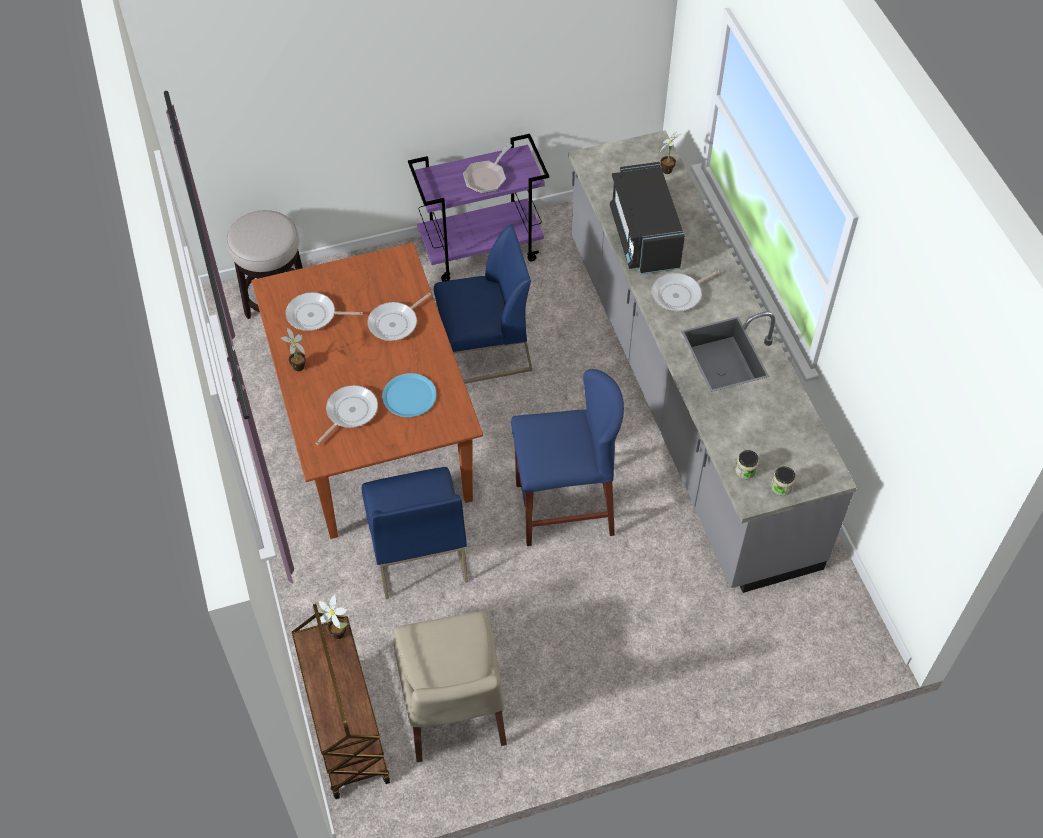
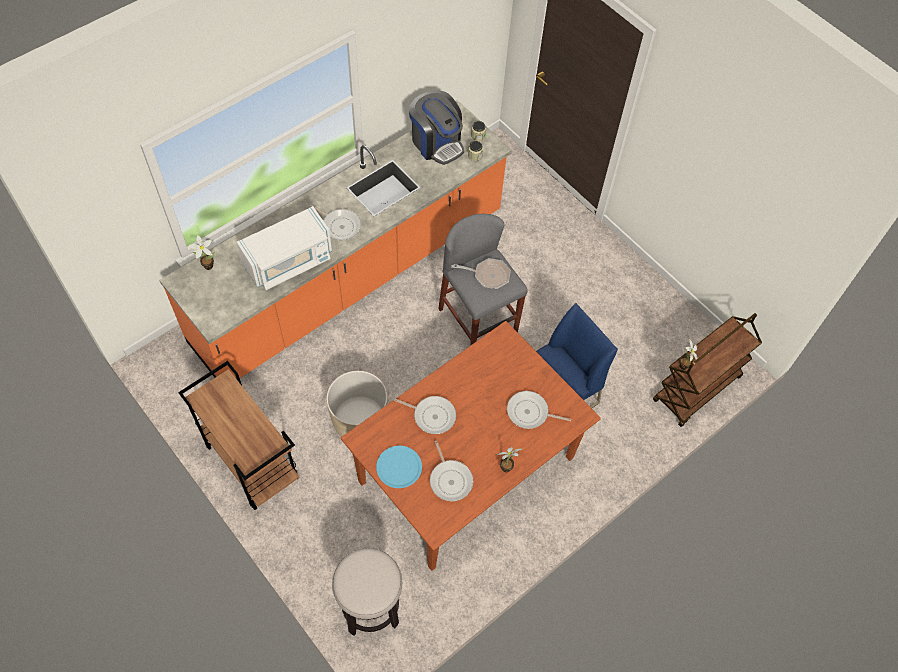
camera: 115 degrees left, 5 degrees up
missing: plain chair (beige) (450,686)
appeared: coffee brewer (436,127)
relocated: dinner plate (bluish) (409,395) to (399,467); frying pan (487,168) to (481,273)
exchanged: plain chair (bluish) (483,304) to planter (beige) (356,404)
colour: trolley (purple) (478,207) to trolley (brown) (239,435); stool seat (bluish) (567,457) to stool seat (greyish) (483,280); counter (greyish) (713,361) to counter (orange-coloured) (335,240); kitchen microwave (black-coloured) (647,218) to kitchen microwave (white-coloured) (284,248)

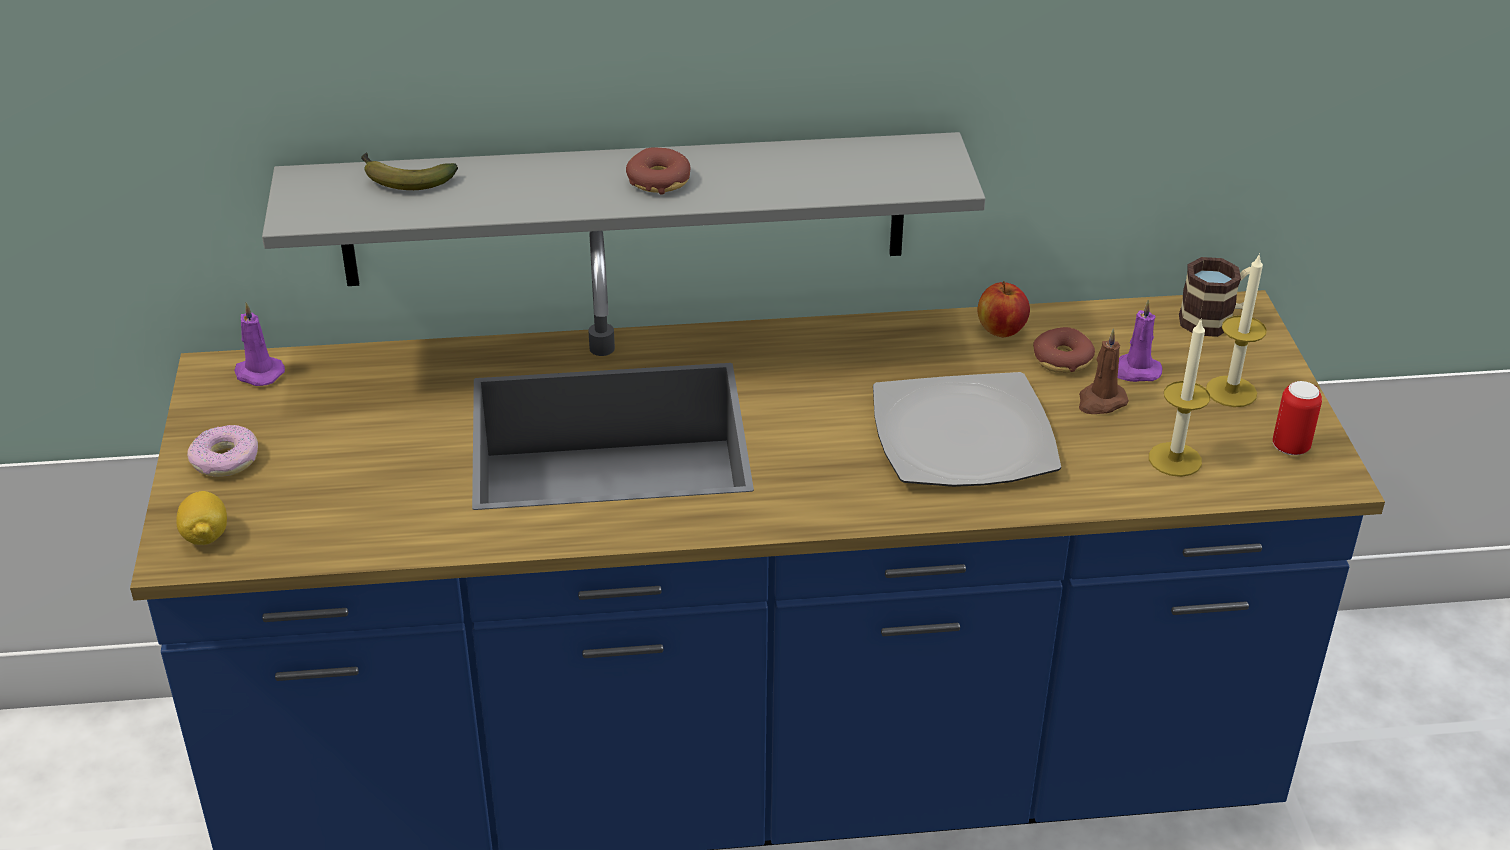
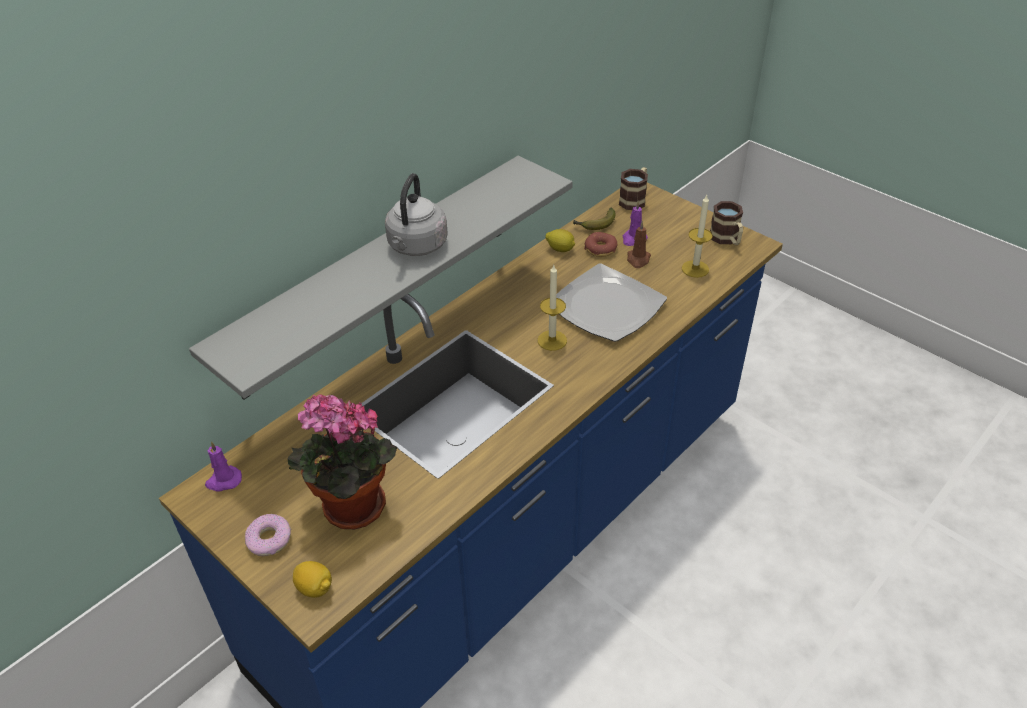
camera: 40 degrees left, 5 degrees up
appeared: plant in a pot (342,462)
relocated: whole banana (409,171) to (594,219); candle (1236,330) to (552,308)
exchanged: ring doughnut (658,171) to tea kettle (greyish) (416,214); apple fruit (1004,309) to citrus fruit (560,240); sealed can (1297,418) to mug (726,223)

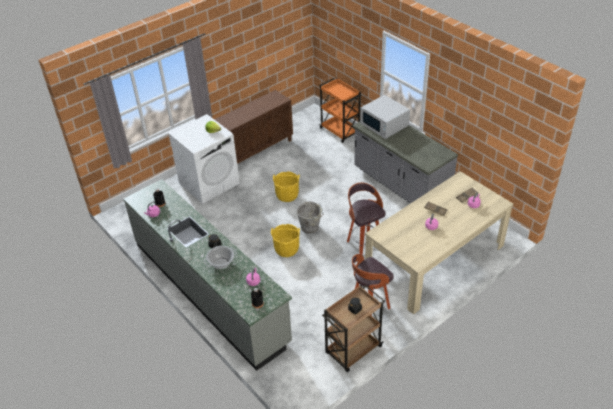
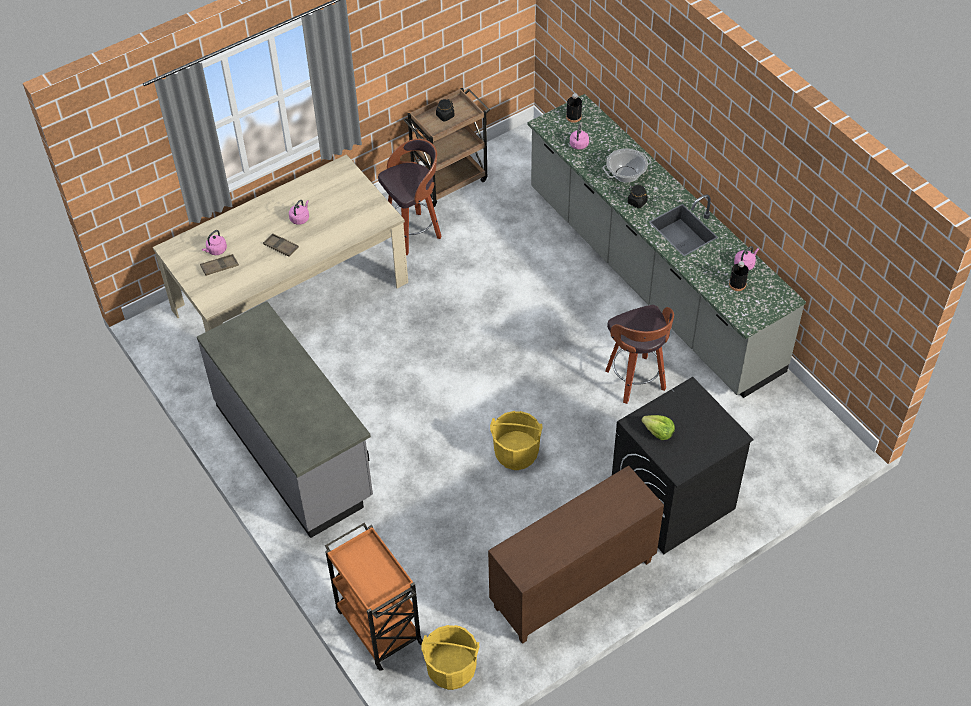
camera: 175 degrees left, 10 degrees up
missing: water bucket (greyish) (310,218); kitchen microwave (white-coloured) (385,117)
relocated: water bucket (yellow) (285,240) to (450,657); stool seat (366,219) to (639,354)
colour: laundry appliance (white-coloured) (204,159) to laundry appliance (black-coloured) (683,465)

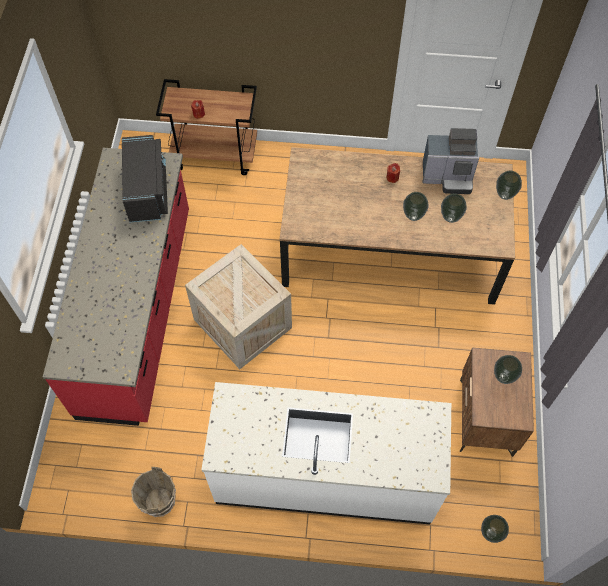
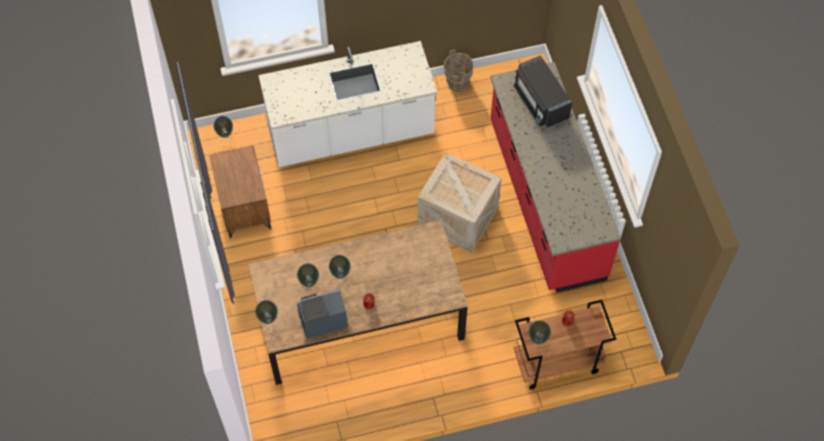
camera: 160 degrees right, 0 degrees up
relocated: kitchen microwave (black-coloured) (145,178) to (543,91); decorative vase (508,369) to (540,332)

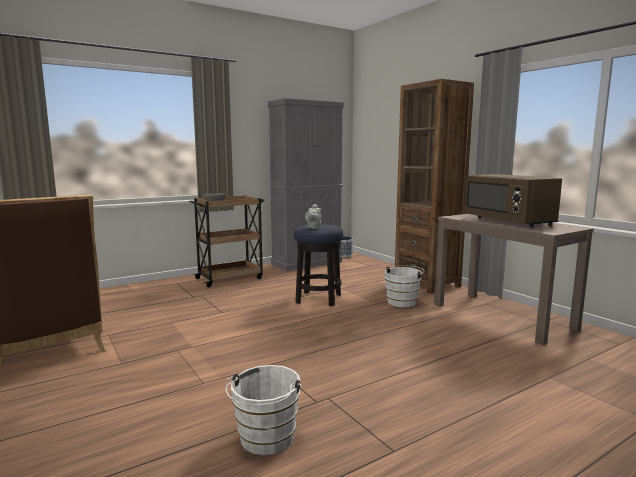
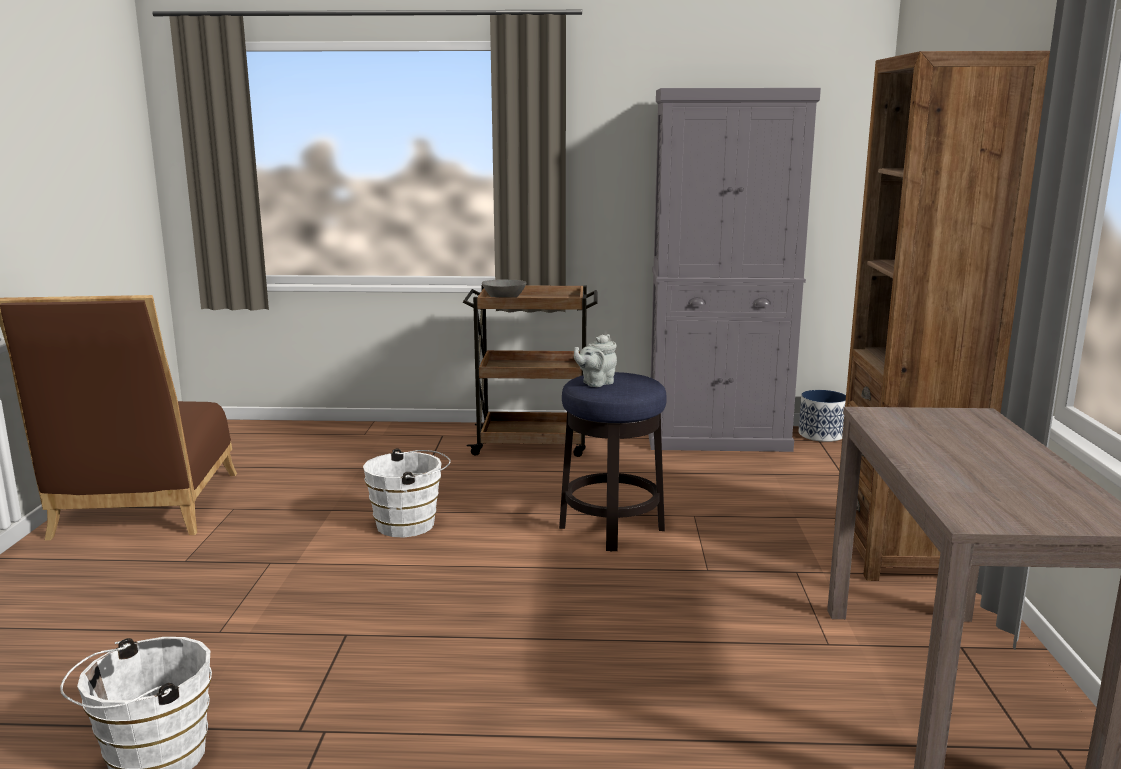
camera: 35 degrees right, 5 degrees up
missing: kitchen microwave (brown) (513,201)
relocated: water bucket (white-coloured) (405,286) to (407,493)

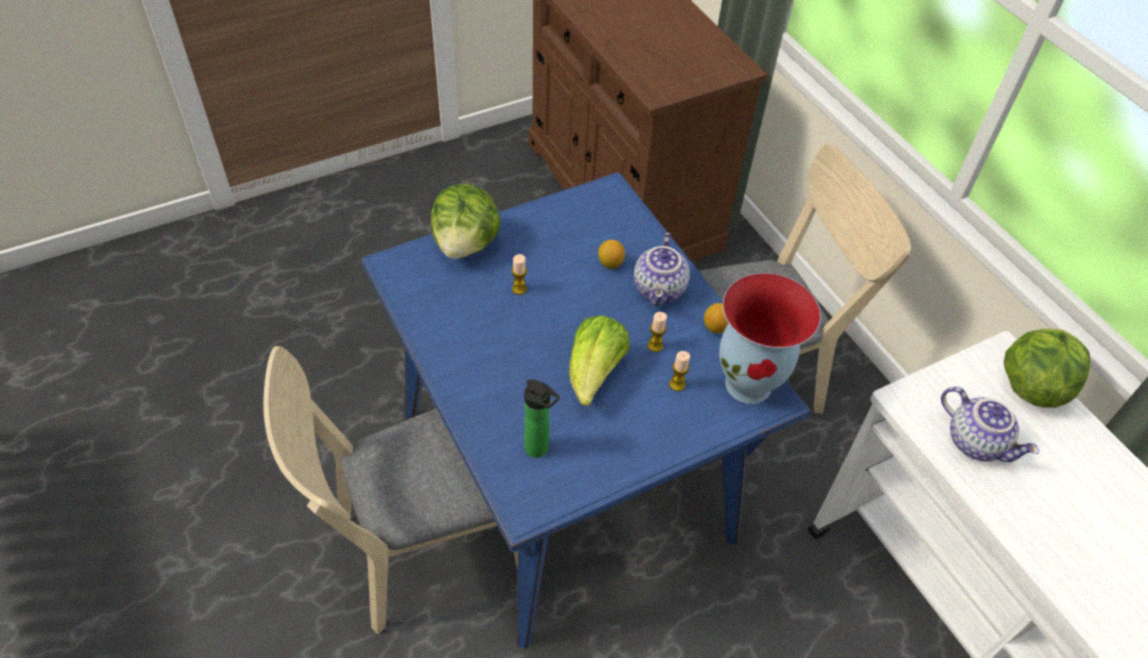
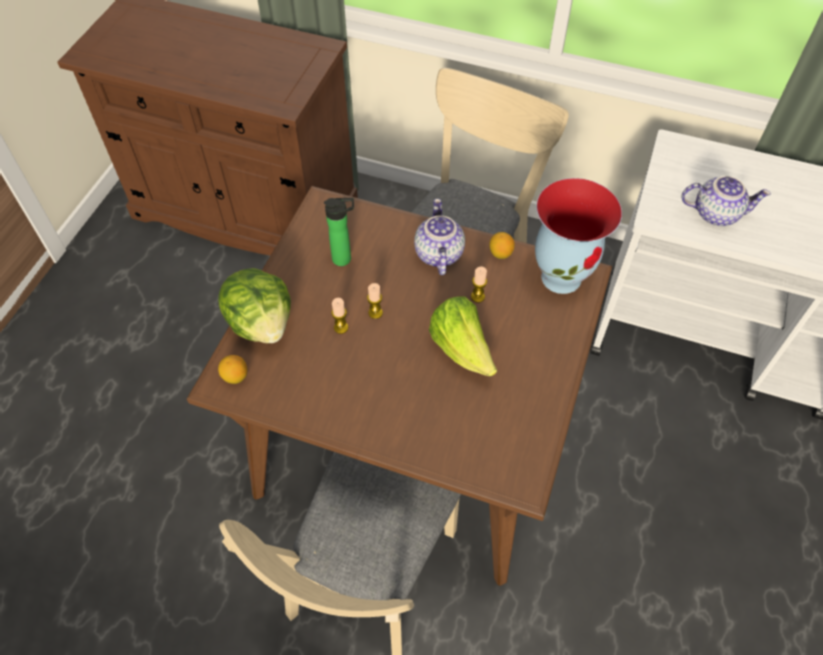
camera: 40 degrees left, 5 degrees up
missing: head of lettuce (1047,368)
relocated: bottle (542,419) to (339,232); citrus fruit (611,254) to (232,369); candle (679,371) to (375,301)
colour: dinner table (bluish) (585,410) to dinner table (brown) (399,386)
spun: pot for tea (662,269) = (439,236) 150 degrees counterclockwise

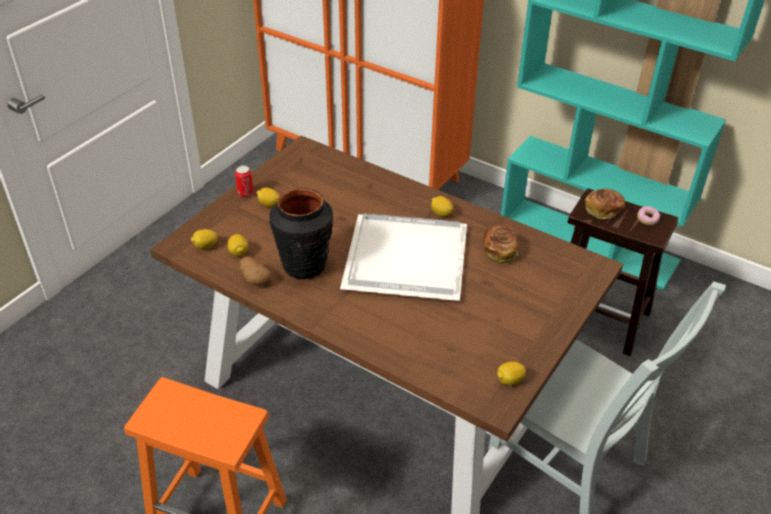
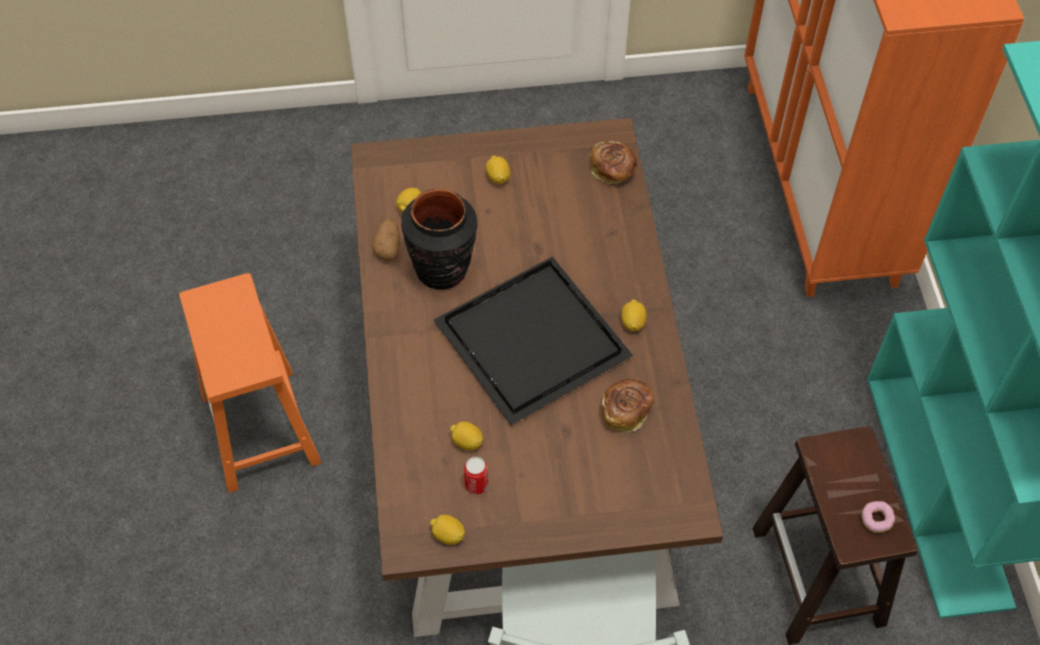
camera: 50 degrees right, 15 degrees up
relocated: citrus fruit (204,239) to (466,435); sealed can (244,181) to (476,476); bakery bread (605,204) to (613,162)
colour: serving tray (white-coloured) (403,257) to serving tray (black-coloured) (533,340)

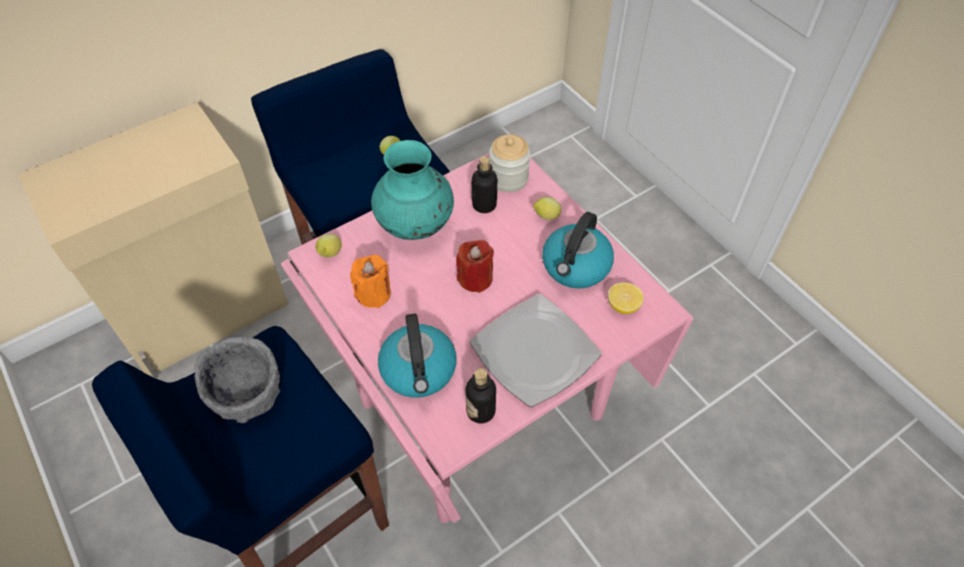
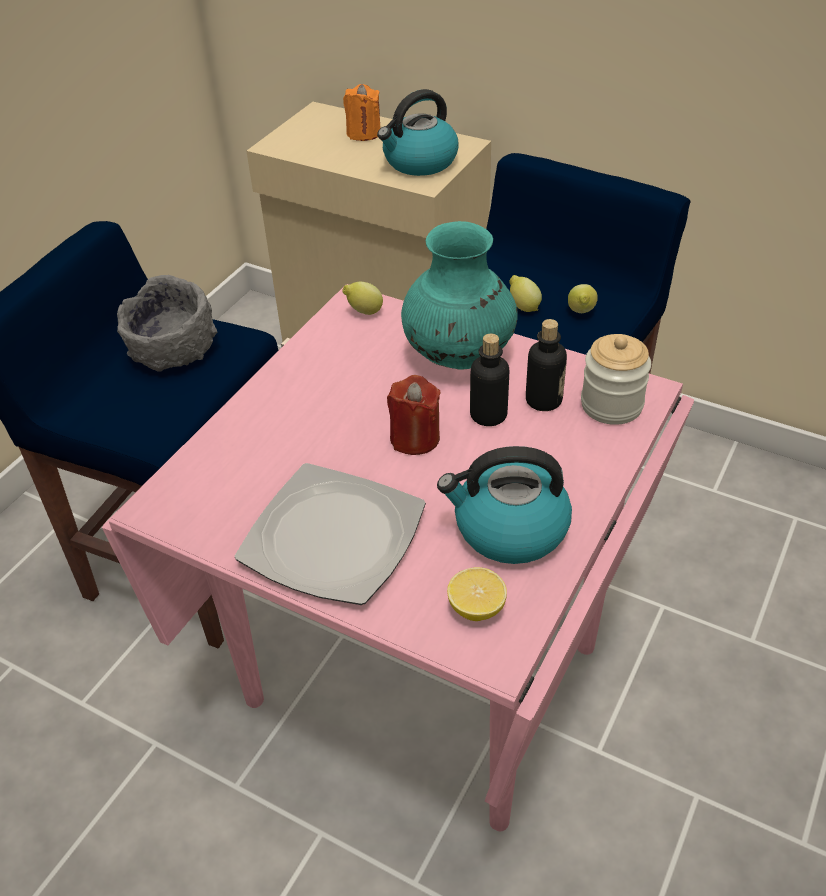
camera: 65 degrees right, 10 degrees down
relocated: candle (orange-coloured) (370,281) to (361,112); tea kettle (417,355) to (417,132); bottle (480,395) to (489,380); citrus fruit (547,208) to (525,293)

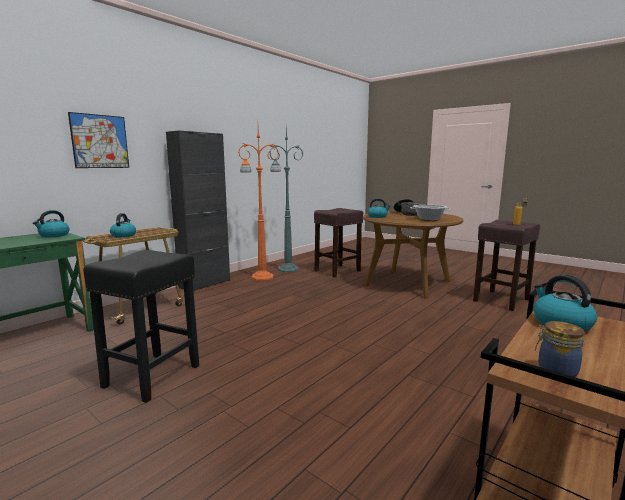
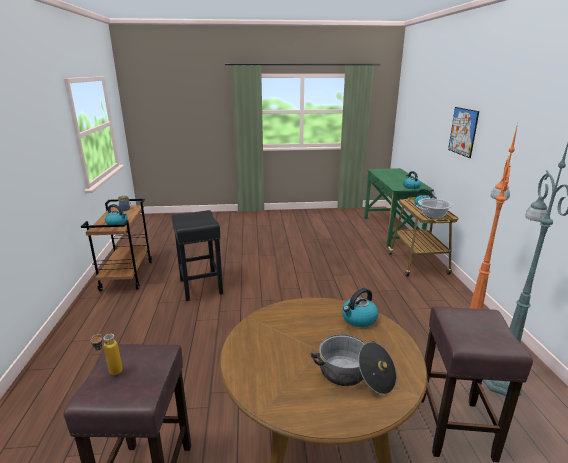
camera: 135 degrees right, 10 degrees up
missing: storage cabinet (black-coloured) (198,211)
relocated: stool seat (black-coloured) (141,326) to (197,255); stockpot (430,213) to (434,208)

